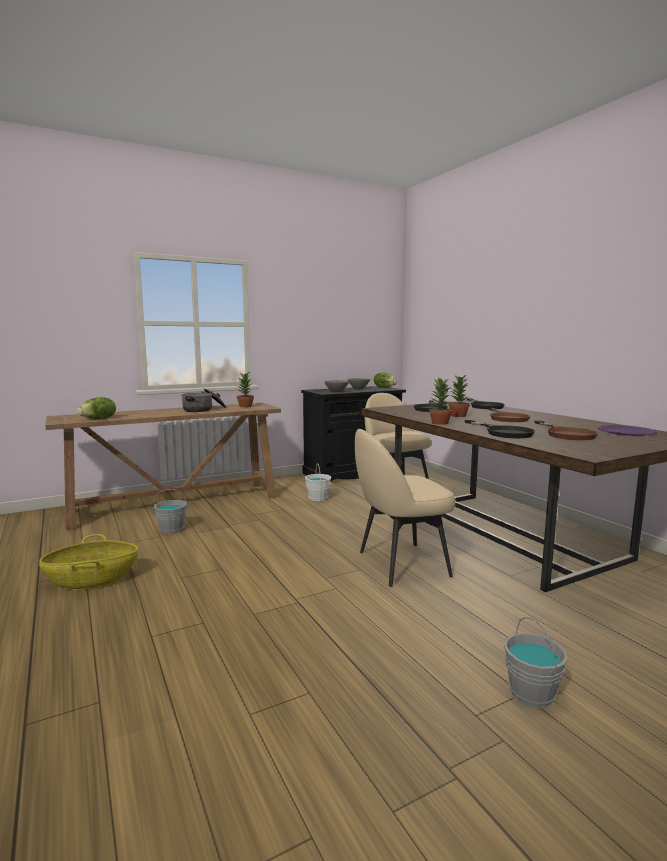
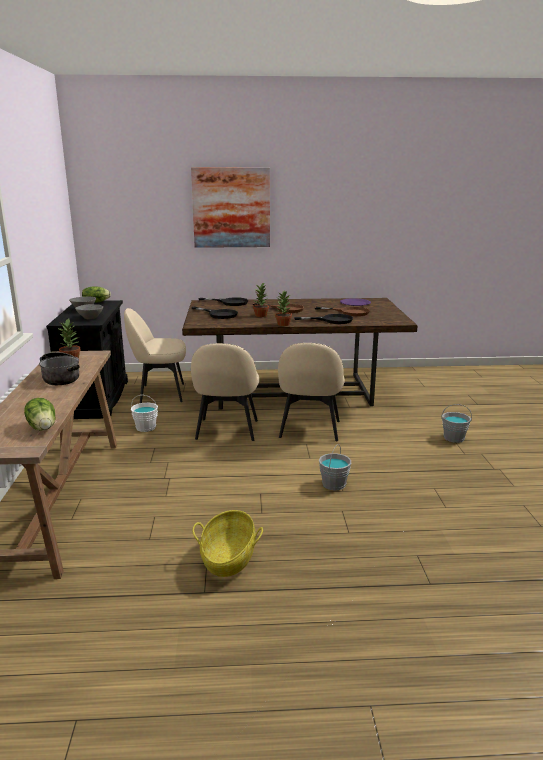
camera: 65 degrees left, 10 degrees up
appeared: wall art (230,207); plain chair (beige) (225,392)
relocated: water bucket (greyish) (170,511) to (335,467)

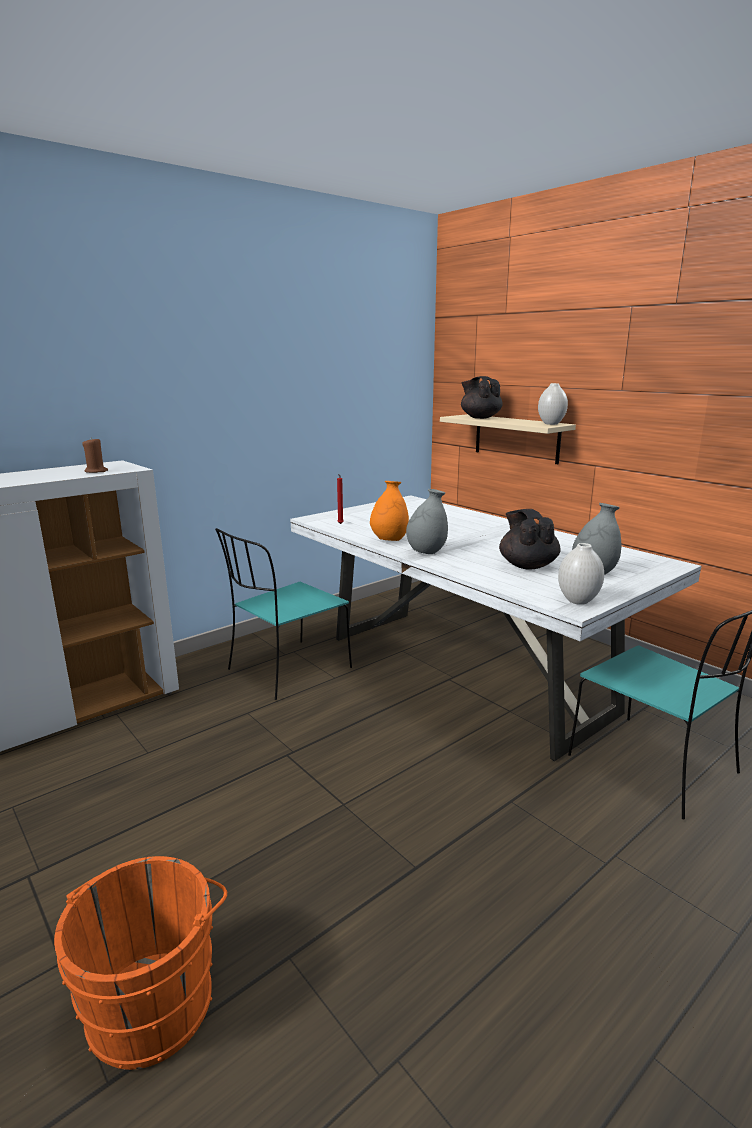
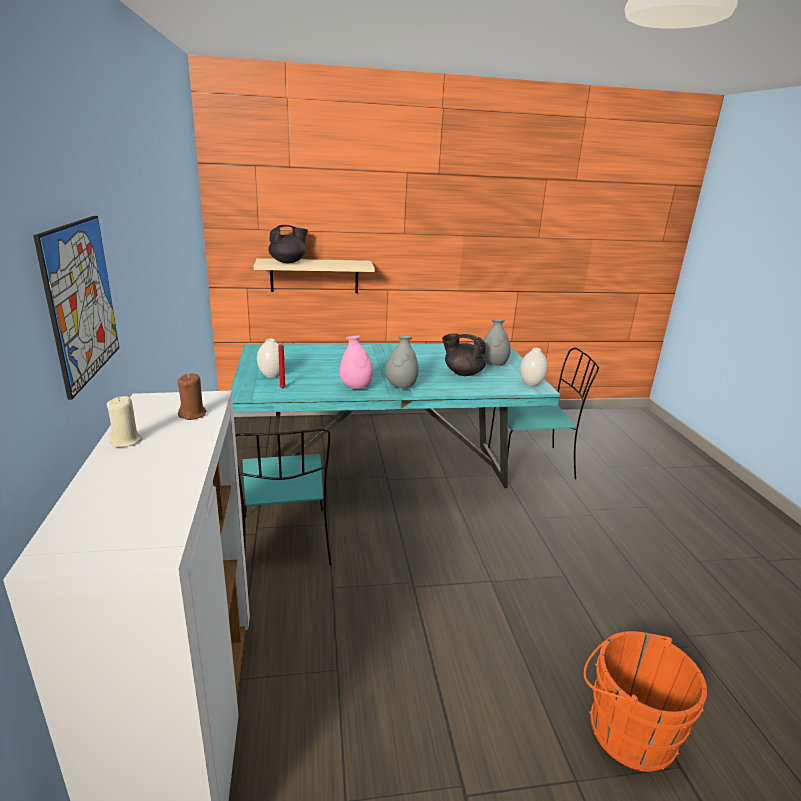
camera: 60 degrees left, 5 degrees up
appeared: wall art (76,307); candle (beige) (125,421)
relocated: decorative vase (white-coloured) (553,404) to (271,358)
colour: dinner table (white-coloured) (495,628) to dinner table (turquoise) (395,416); decorative vase (orange-coloured) (389,511) to decorative vase (pinkish) (357,362)
spun: pot for tea (black-coloured) (482,397) = (288,244) 150 degrees clockwise

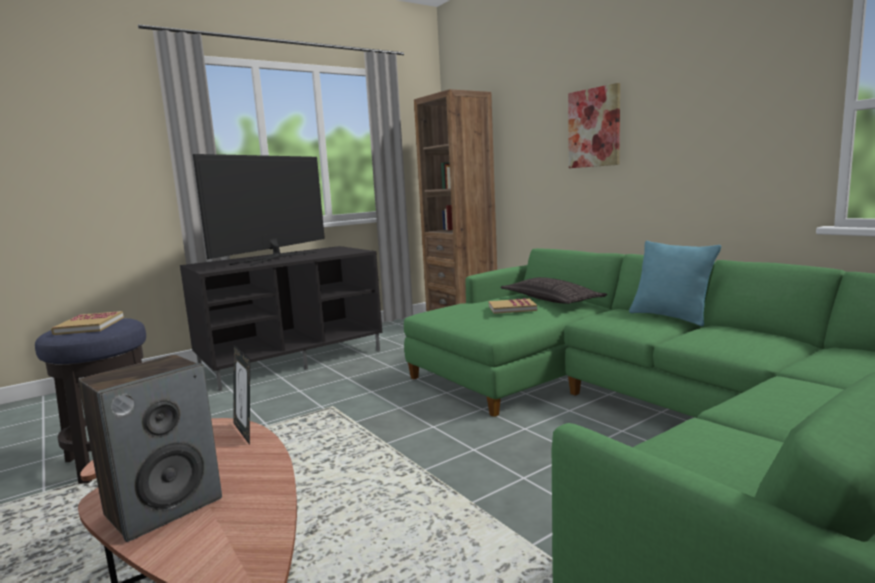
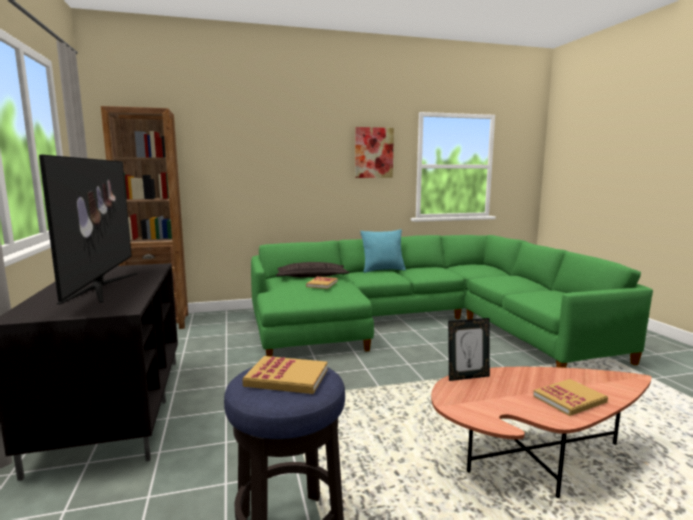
camera: 70 degrees left, 0 degrees up
relocated: wall art (594,125) to (374,152)
exchanged: audio speaker (150,448) to volume (570,397)
spun: television (259,210) = (88,229) 150 degrees counterclockwise

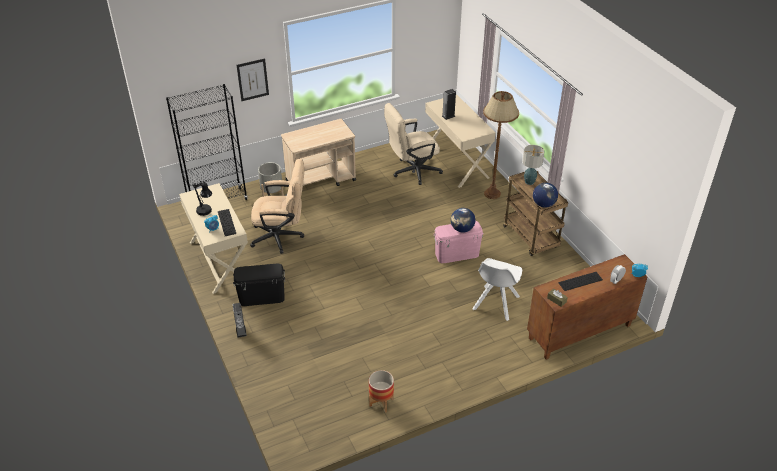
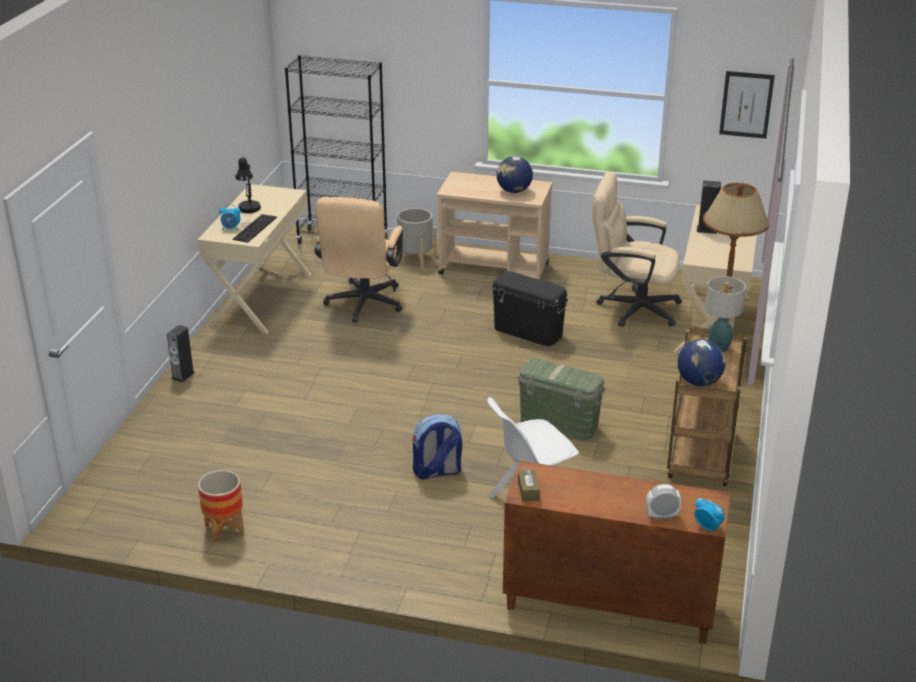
camera: 40 degrees right, 10 degrees down
missing: keyboard (580,281)
appeared: knapsack (437,447)
relocated: storage container (black-coloured) (259,285) to (529,308); wall art (252,79) to (747,105); globe (463,220) to (514,174)
colour: storage container (pinkish) (458,242) to storage container (green) (561,400)
spun: office chair (beige) (277,206) = (359,260) 60 degrees clockwise

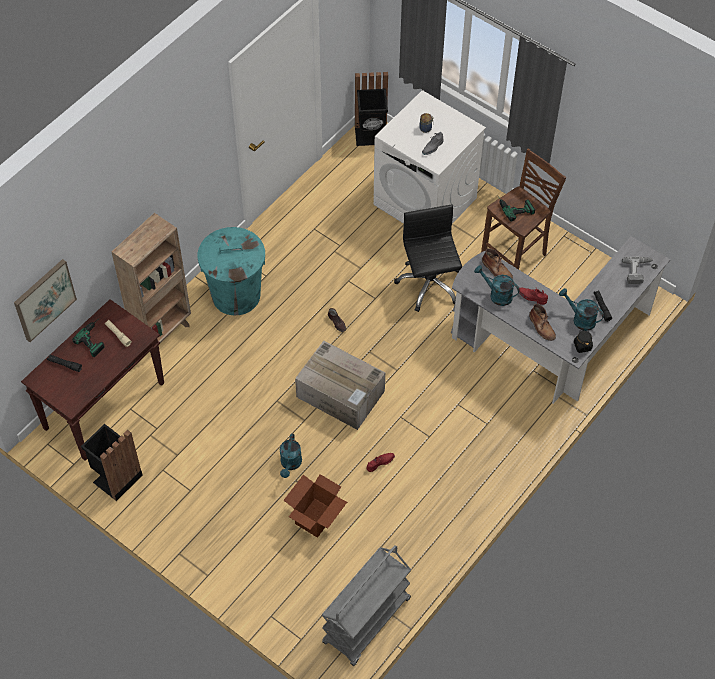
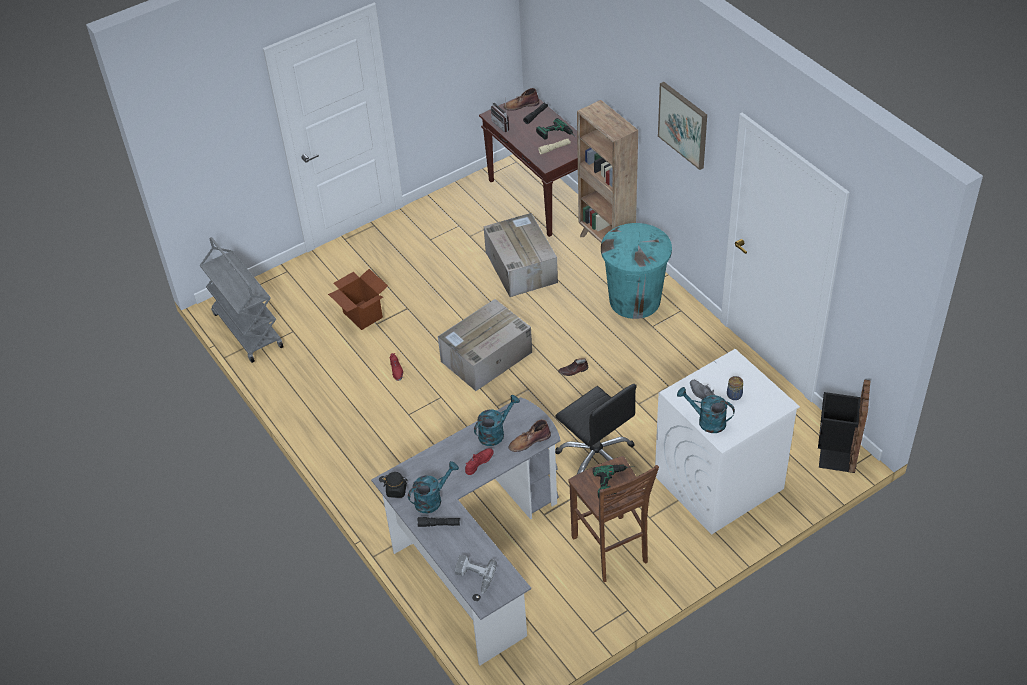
camera: 110 degrees right, 10 degrees down
missing: trash can (black-coloured) (111,462)
appeared: cardboard box (521,255); radio (500,116)
relocated: wall art (45,300) to (682,126); sprinkling can (turquoise) (291,456) to (706,410); high-top boot (brown) (542,322) to (521,99)
spun: office chair (black-coloured) (428,258) = (596,429) 45 degrees clockwise

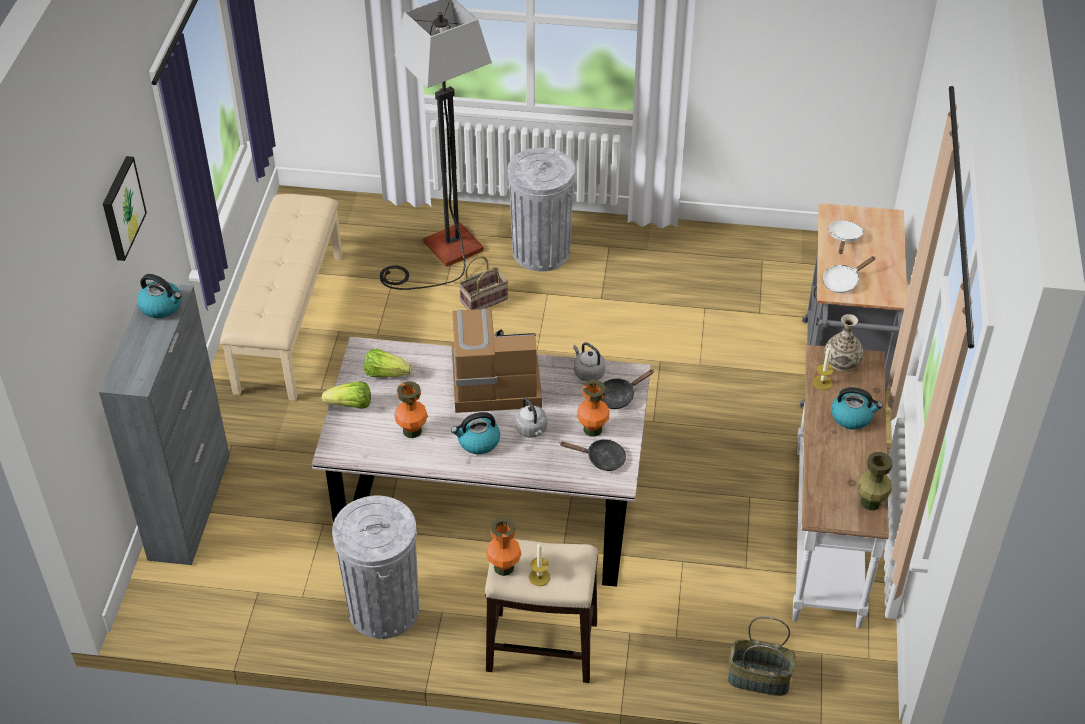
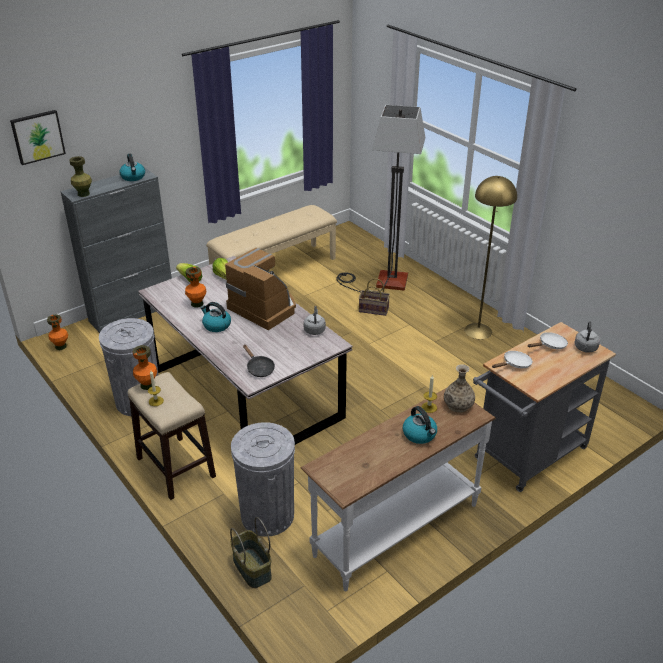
camera: 45 degrees right, 10 degrees down
missing: frying pan (black-coloured) (627,389)
appeared: standard lamp (yellow) (491,257)
relocated: wall art (125,208) to (38,137); trash can (greyish) (541,209) to (263,479); tea kettle (greyish) (531,417) to (587,337); decorative vase (orange-coloured) (593,408) to (57,332); decorative vase (green) (875,481) to (81,176)
spun: frying pan (white-coloured) (848,274) = (512,359) 135 degrees clockwise

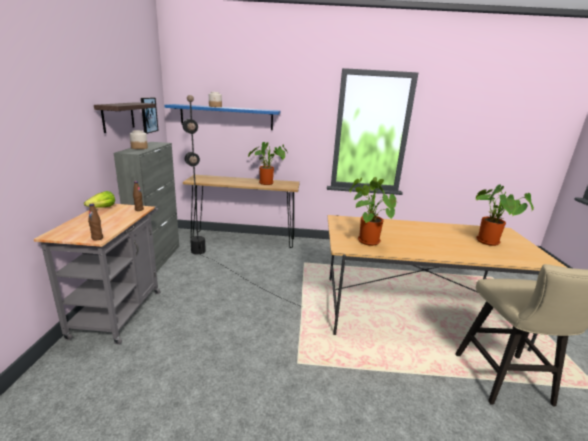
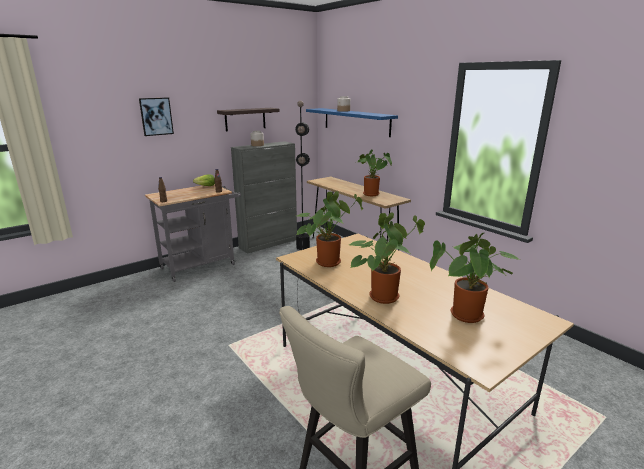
camera: 50 degrees right, 0 degrees up
appeared: plant in a pot (387,258)
relocated: wall art (150,116) to (156,117)

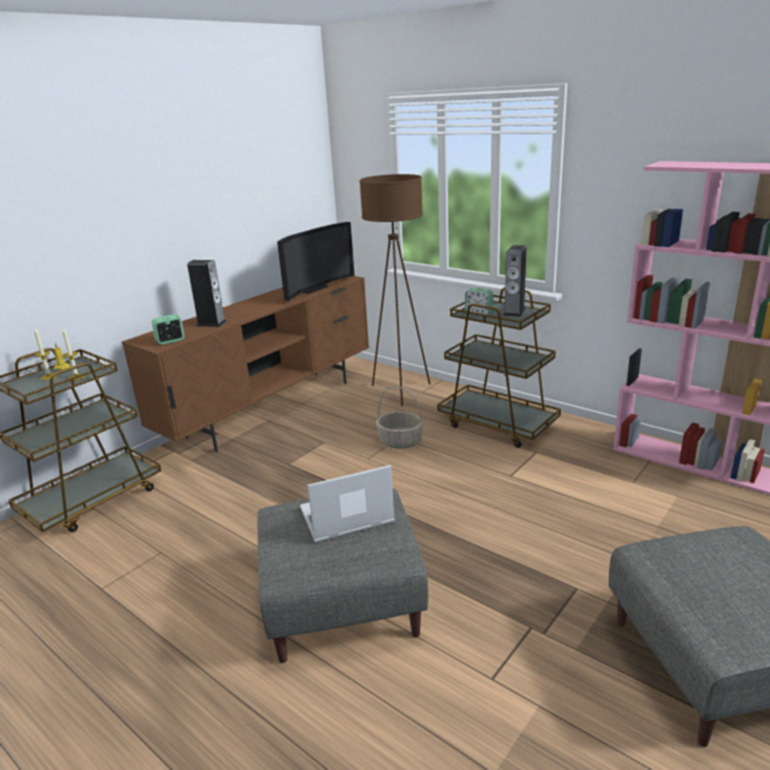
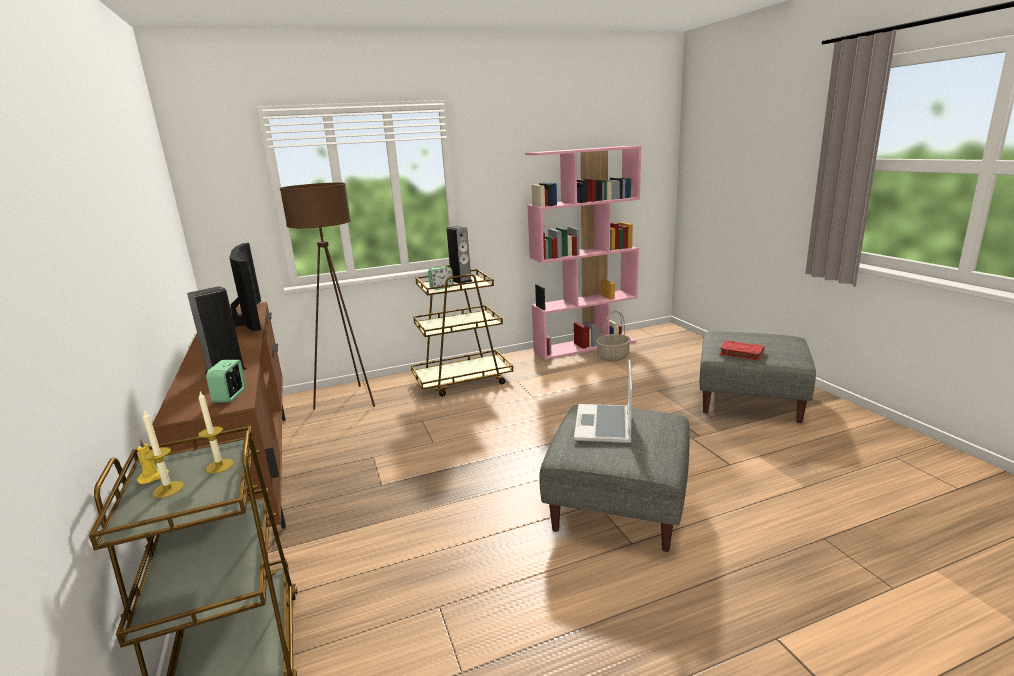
camera: 60 degrees left, 5 degrees down
appeared: volume (reddish) (741,350)
relocated: basket (399,417) to (613,336)

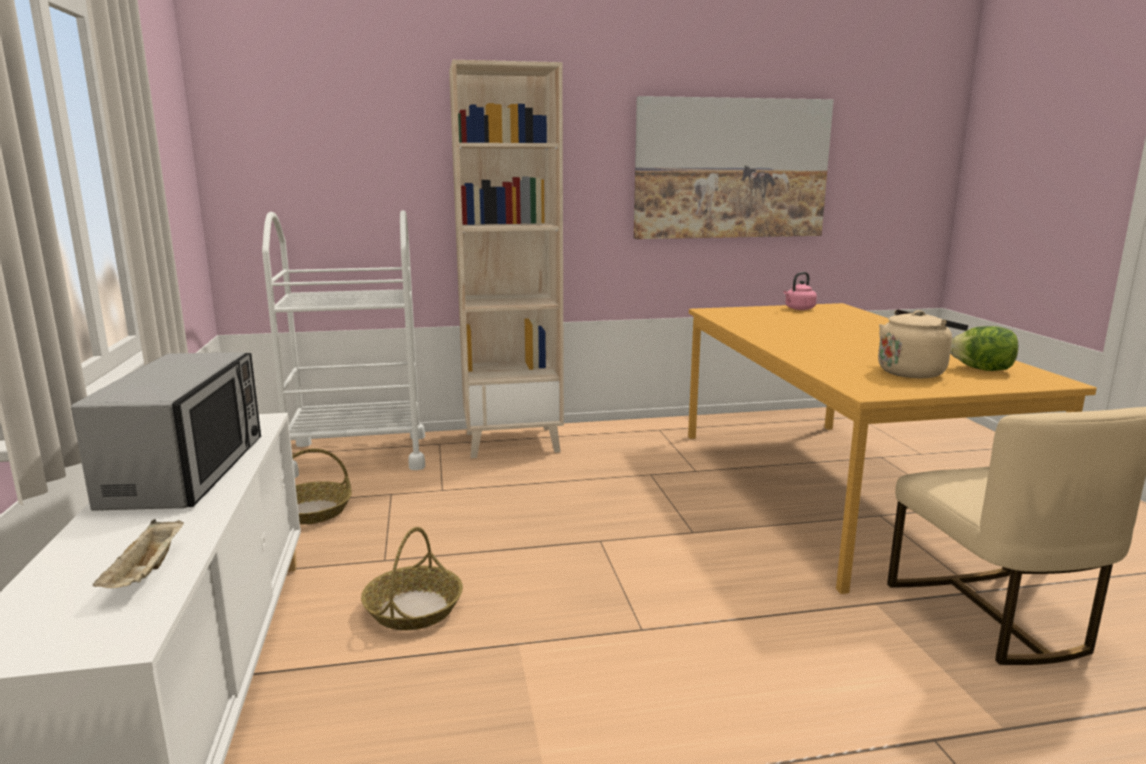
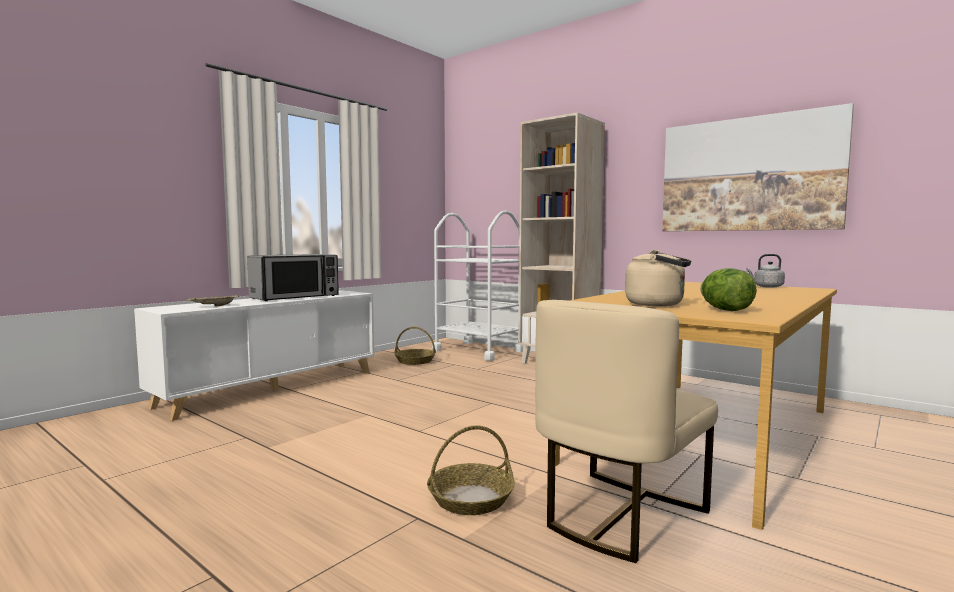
camera: 50 degrees right, 10 degrees down
relocated: basket (412,578) to (471,470)
colour: tea kettle (pinkish) (800,291) to tea kettle (greyish) (765,271)

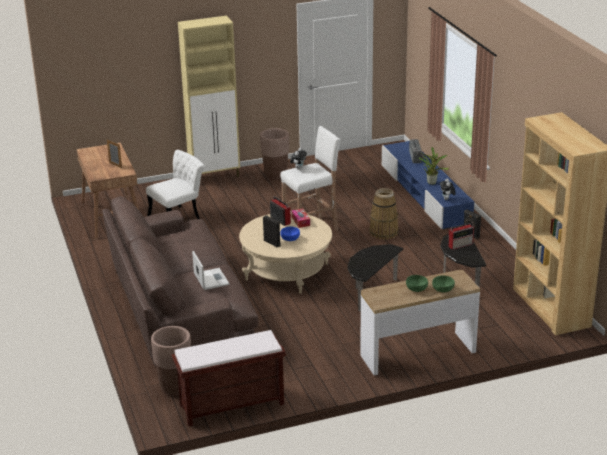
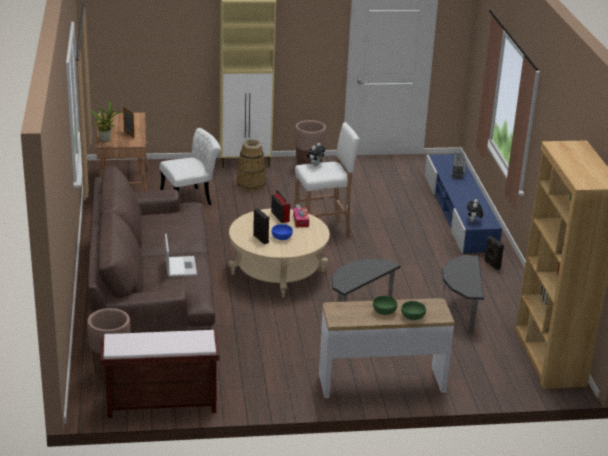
camera: 10 degrees right, 0 degrees up
missing: radio (461,236)
relocated: basket (384,214) to (251,165); plant in a pot (434,166) to (106,121)

